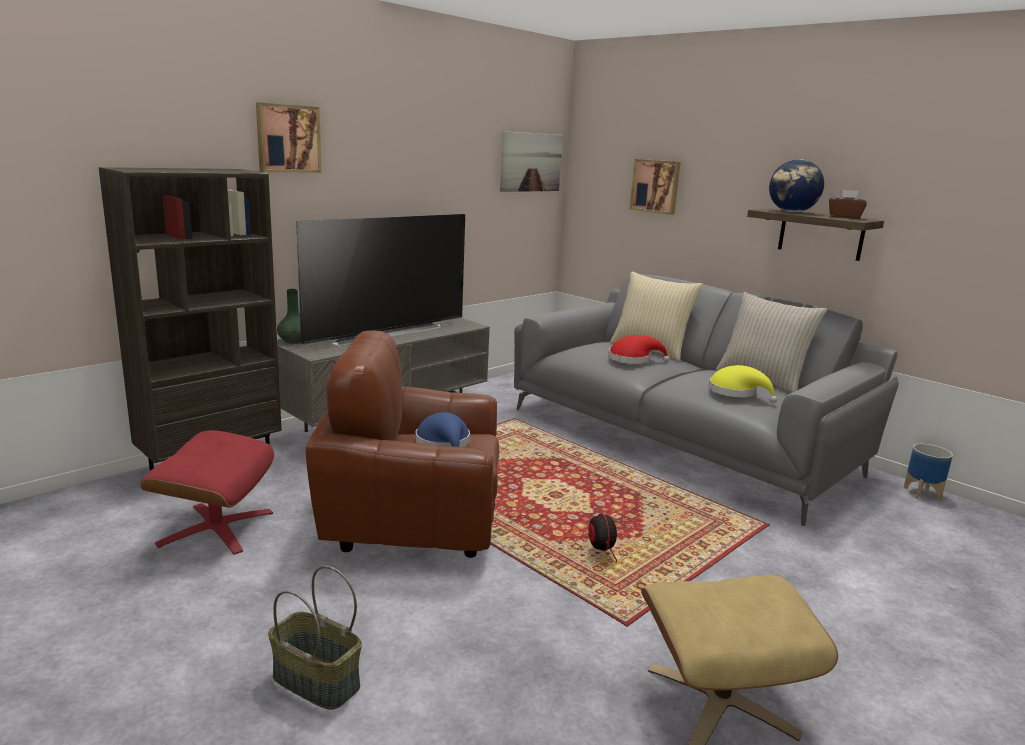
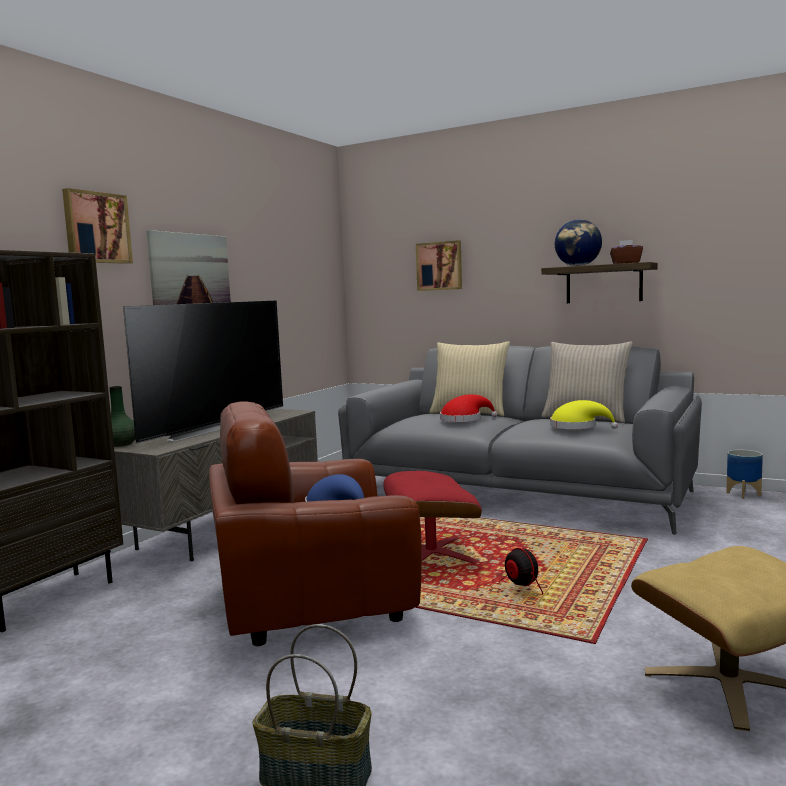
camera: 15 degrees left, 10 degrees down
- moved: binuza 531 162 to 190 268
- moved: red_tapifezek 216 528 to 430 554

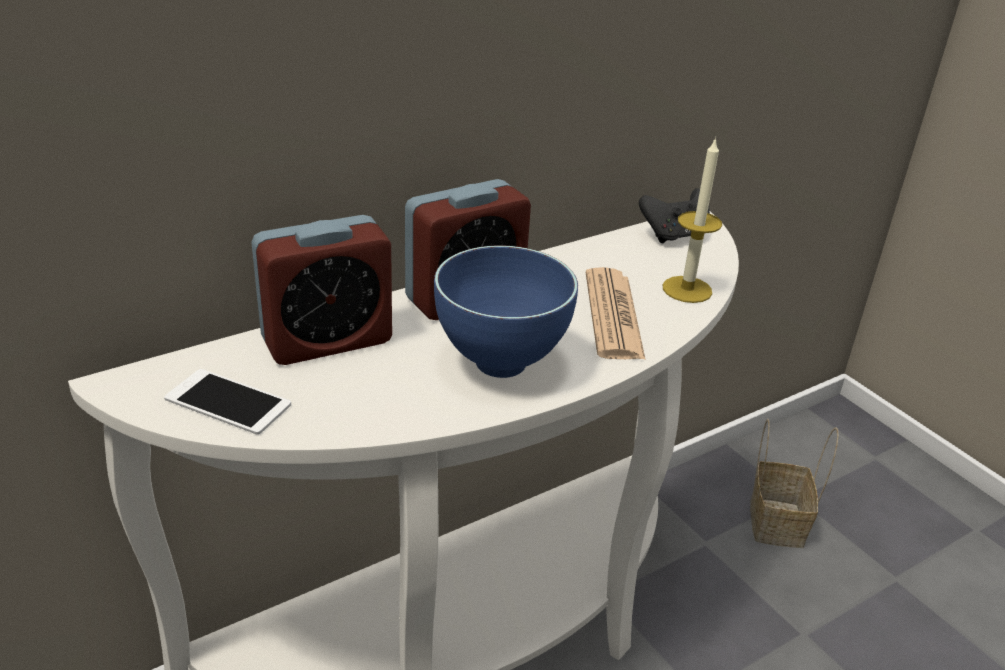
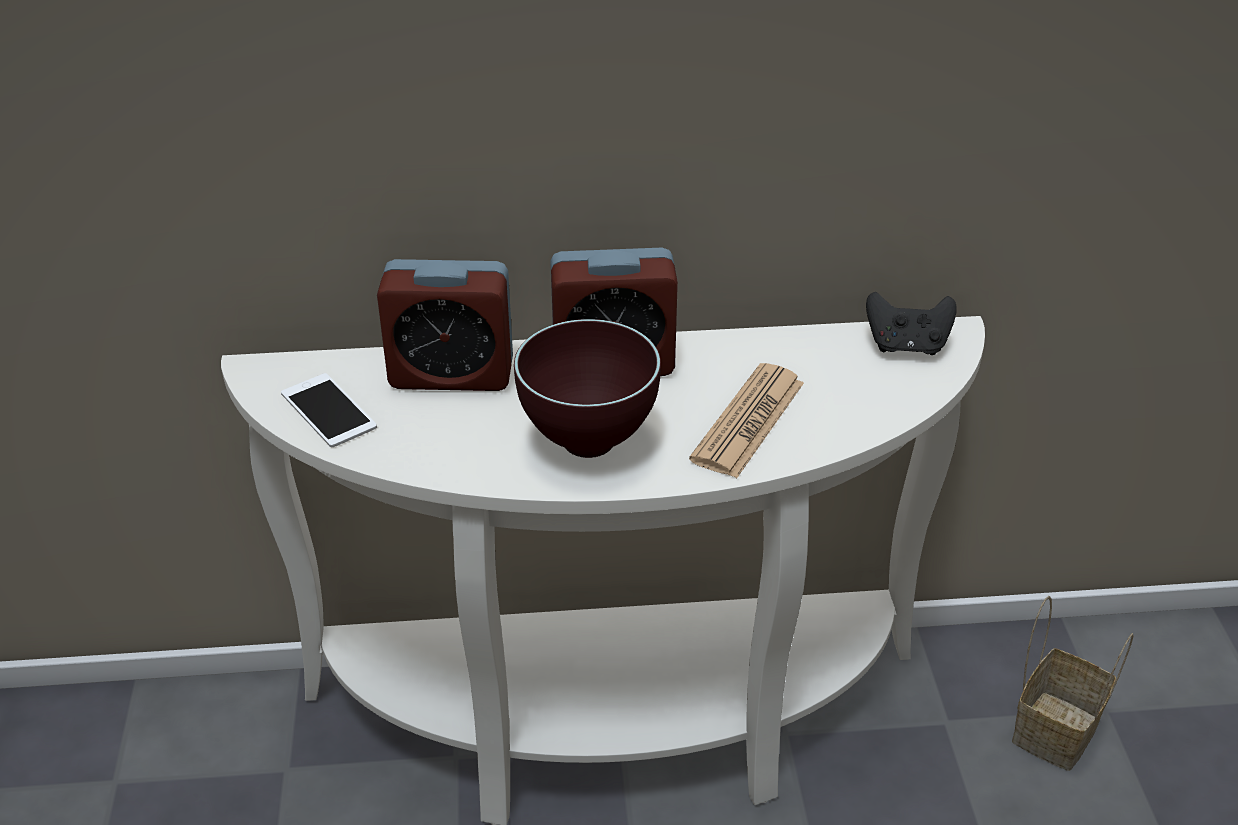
camera: 30 degrees right, 5 degrees up
- recoloured: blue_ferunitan 502 367 to brown_ferunitan 588 445
- removed: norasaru 687 289

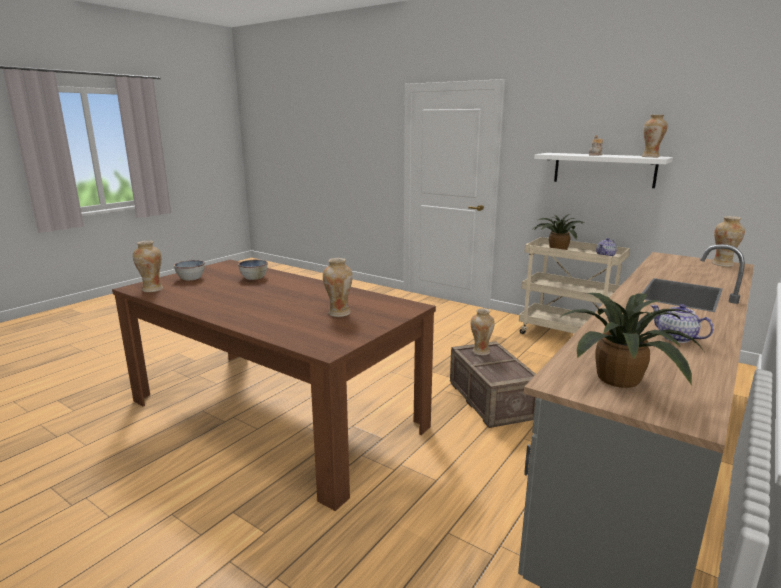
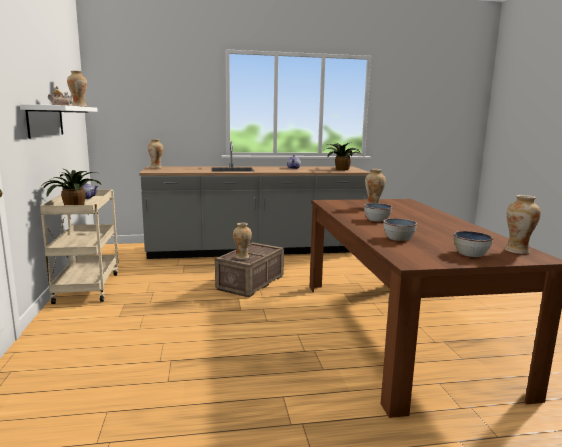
camera: 135 degrees left, 5 degrees down
- added: ferunitan 377 220

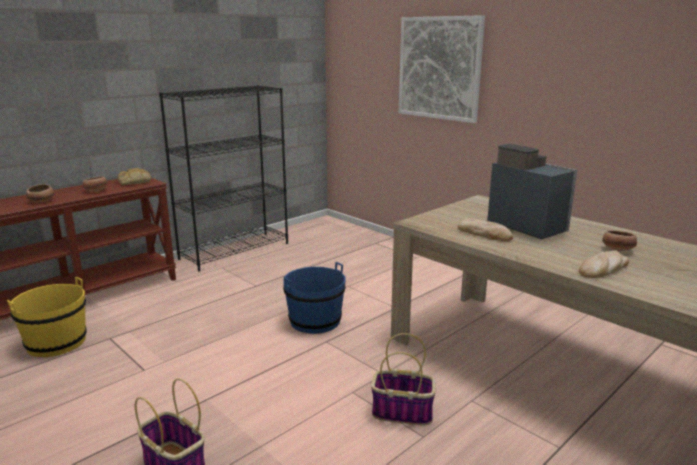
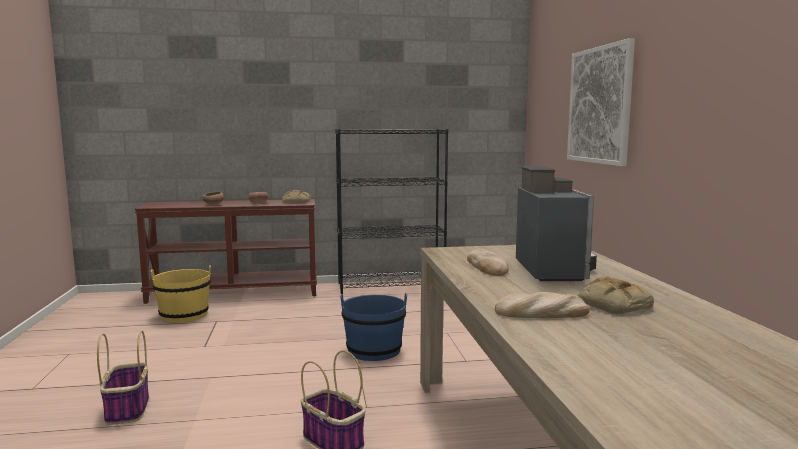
camera: 35 degrees right, 10 degrees down
- replaced: ferunitan 617 250 to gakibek 612 304

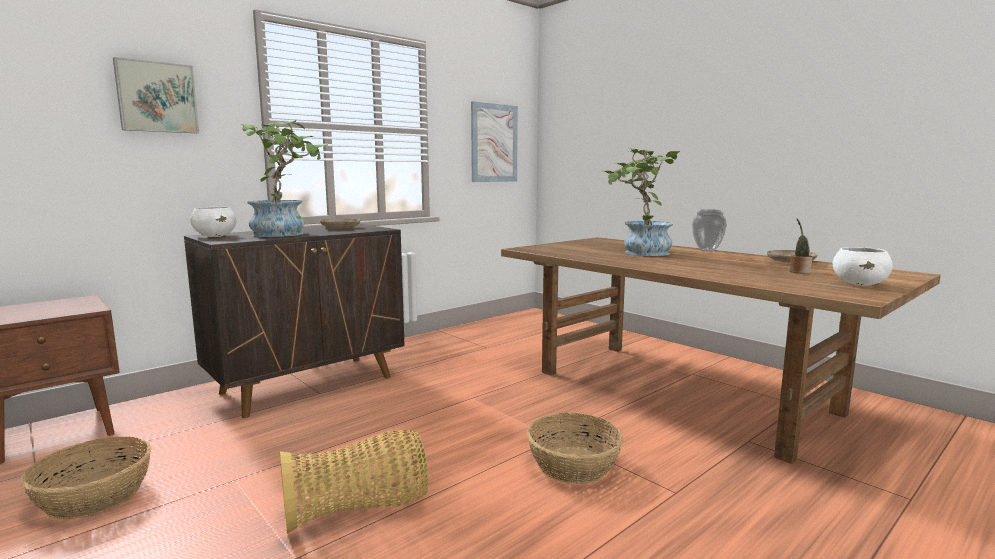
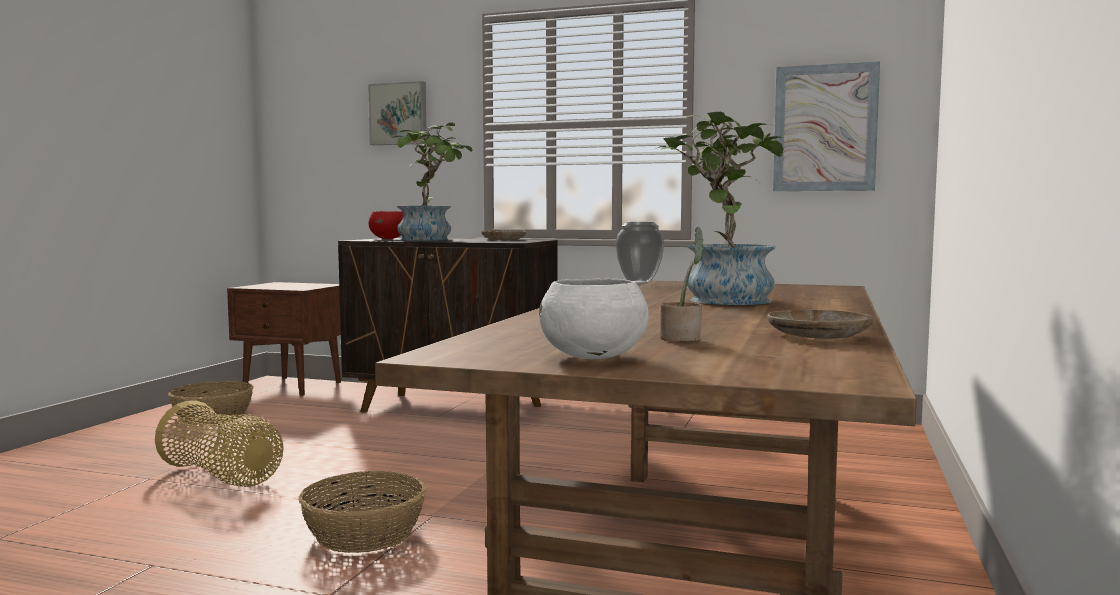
camera: 60 degrees right, 5 degrees down
- recoloured: white_ferunitan 215 236 to red_ferunitan 388 238
- moved: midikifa 707 250 to 639 282

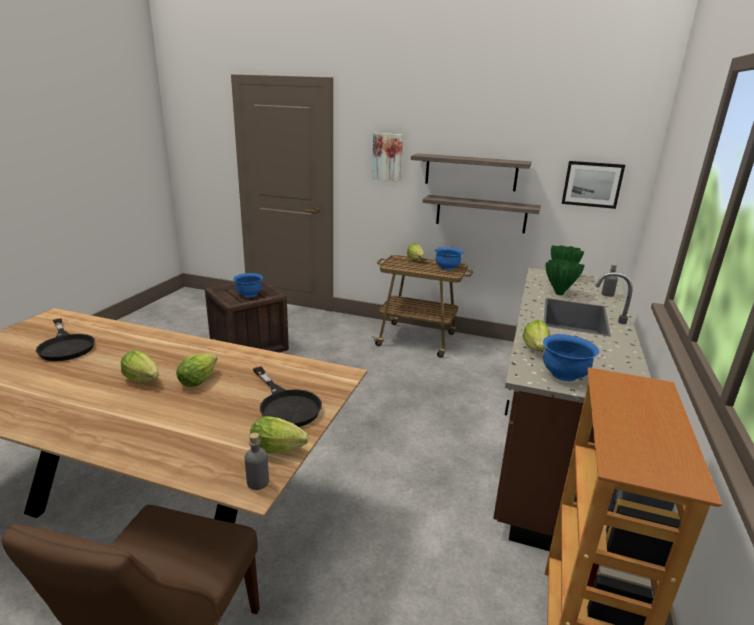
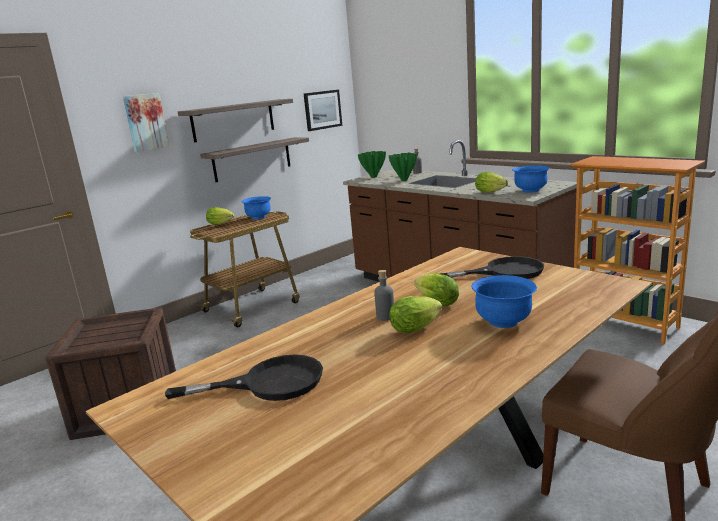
camera: 60 degrees left, 5 degrees down
- moved: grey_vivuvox 258 482 to 385 317
- moved: blue_ferunitan 249 295 to 503 322
- removed: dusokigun 280 449

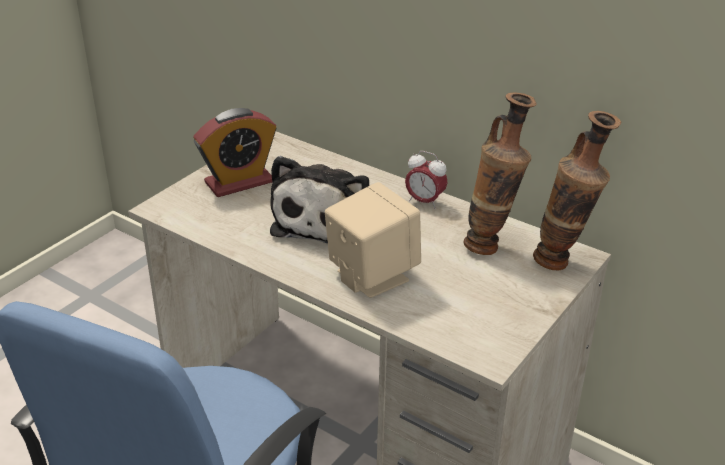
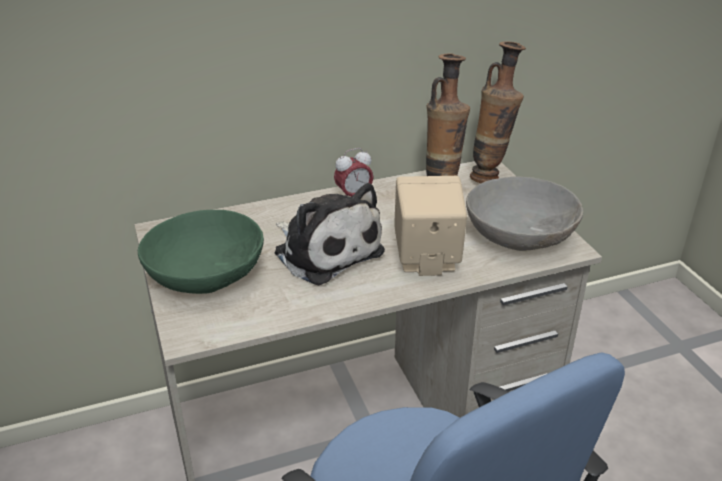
camera: 55 degrees left, 0 degrees up
- replaced: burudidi 239 182 to green_ferunitan 206 273
- added: grey_ferunitan 520 234

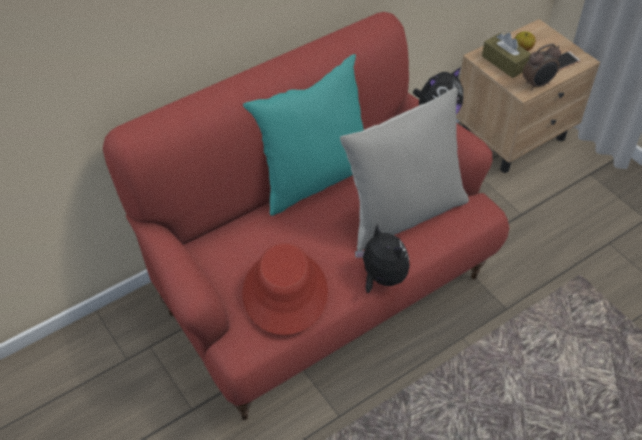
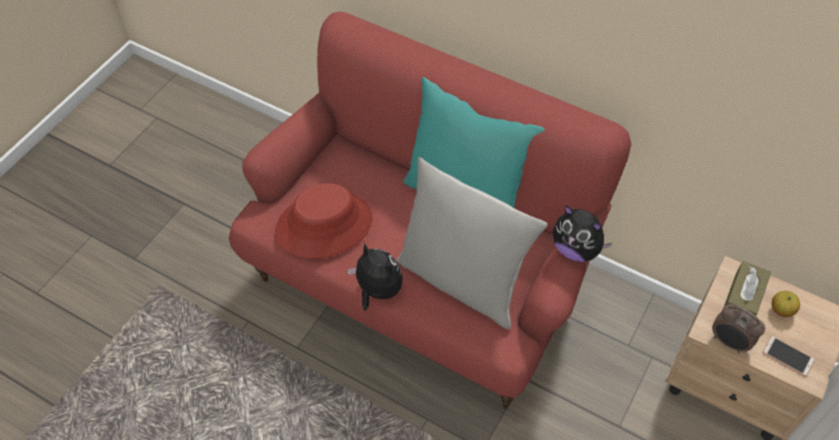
camera: 65 degrees right, 5 degrees up
- turned: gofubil 381 278 = 377 291 75 degrees counterclockwise

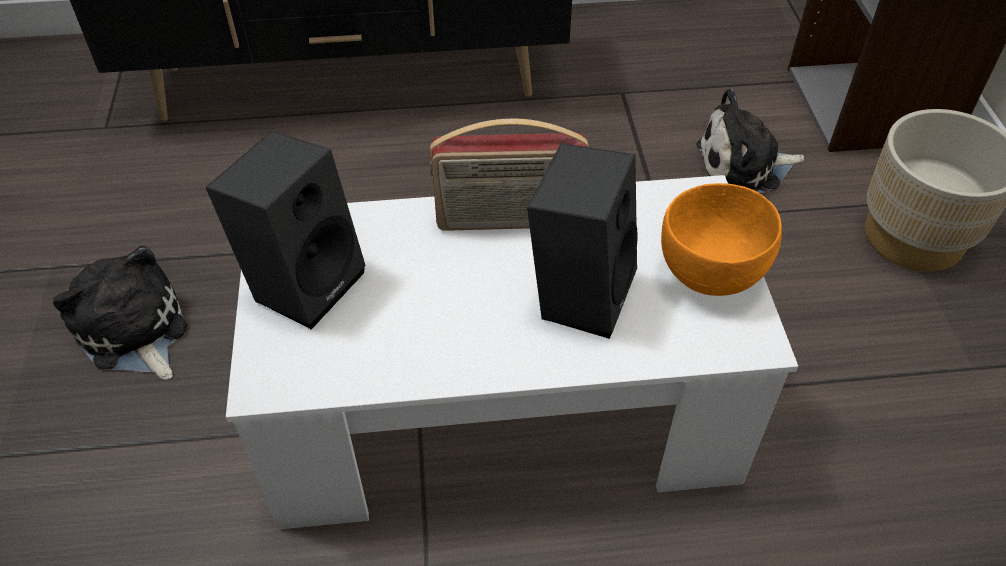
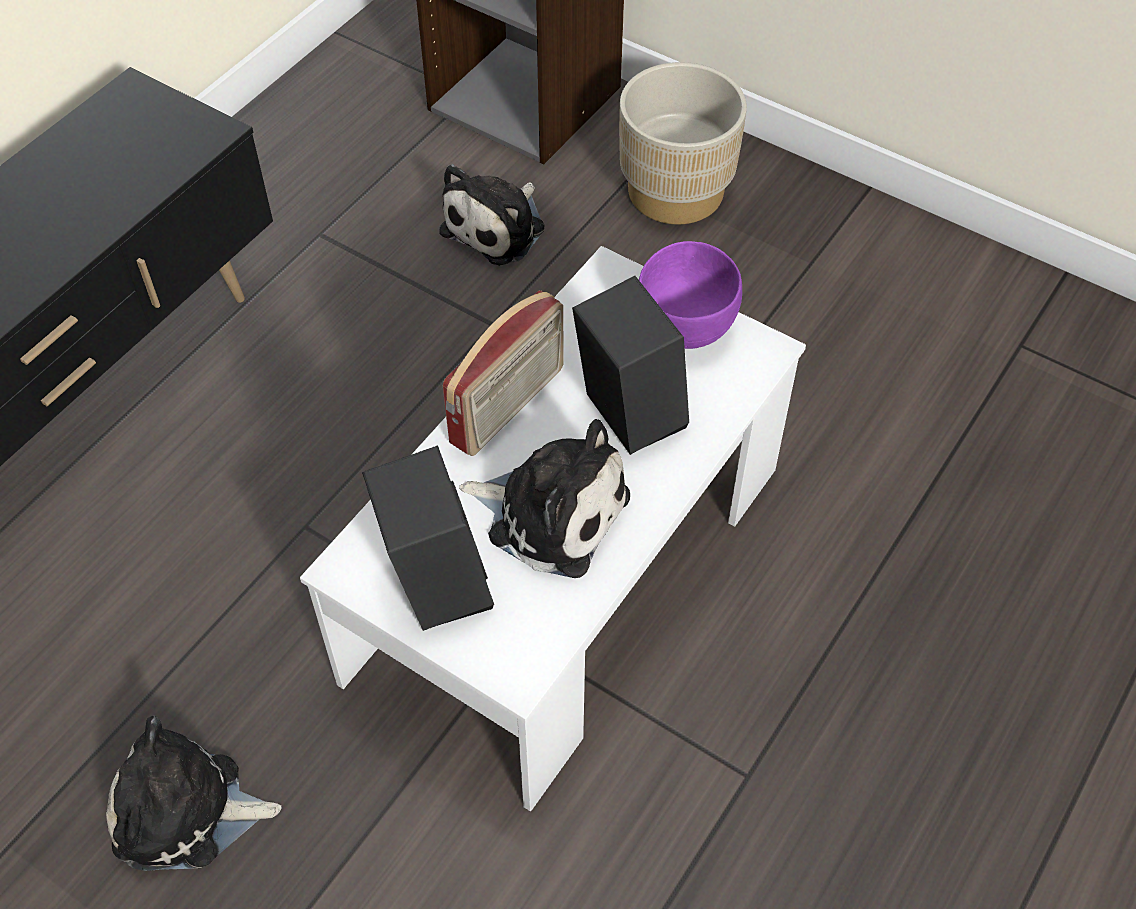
camera: 50 degrees left, 5 degrees up
- added: gofubil 551 512
- recoloured: orange_ferunitan 711 274 to purple_ferunitan 686 327

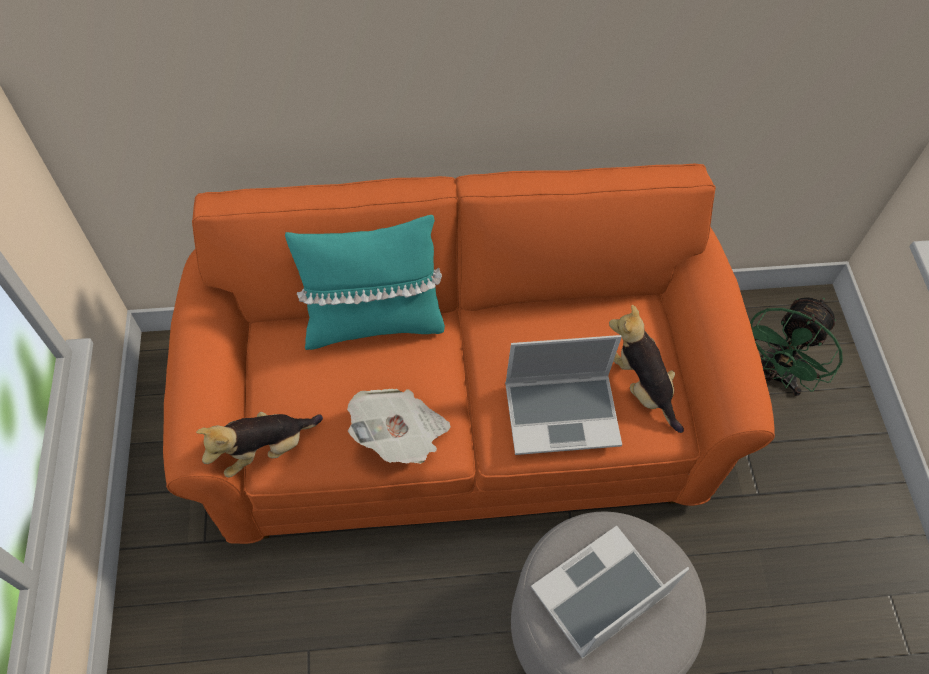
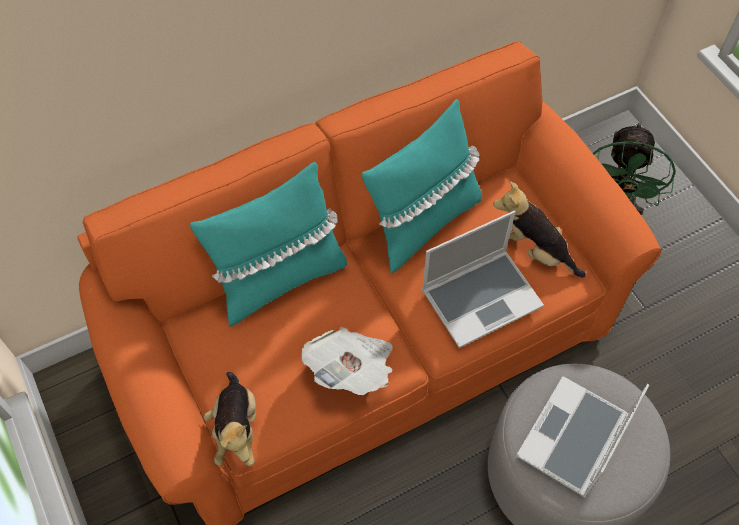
camera: 20 degrees left, 0 degrees up
- turned: gofubil 265 449 = 237 429 45 degrees counterclockwise
- added: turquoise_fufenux 422 223

